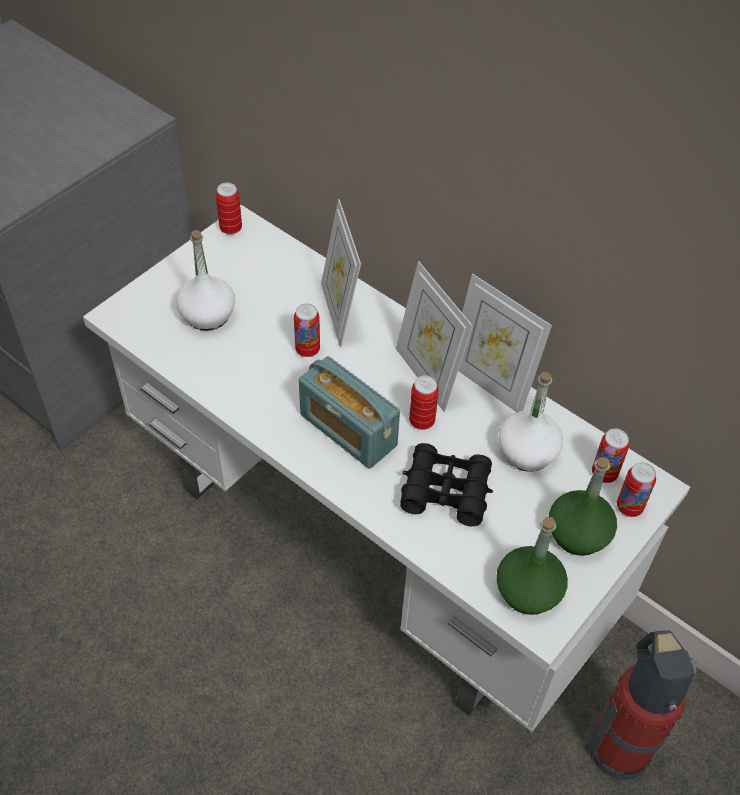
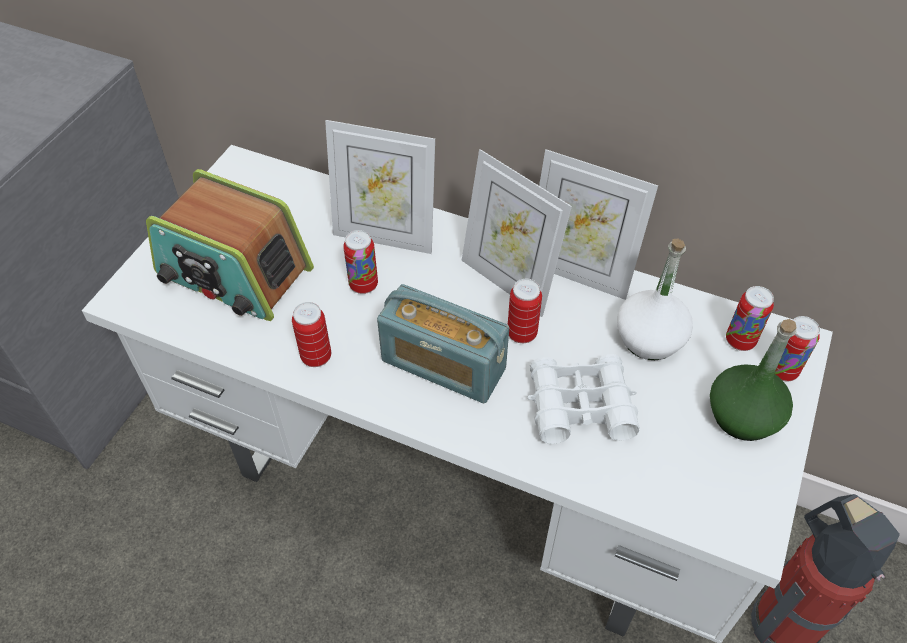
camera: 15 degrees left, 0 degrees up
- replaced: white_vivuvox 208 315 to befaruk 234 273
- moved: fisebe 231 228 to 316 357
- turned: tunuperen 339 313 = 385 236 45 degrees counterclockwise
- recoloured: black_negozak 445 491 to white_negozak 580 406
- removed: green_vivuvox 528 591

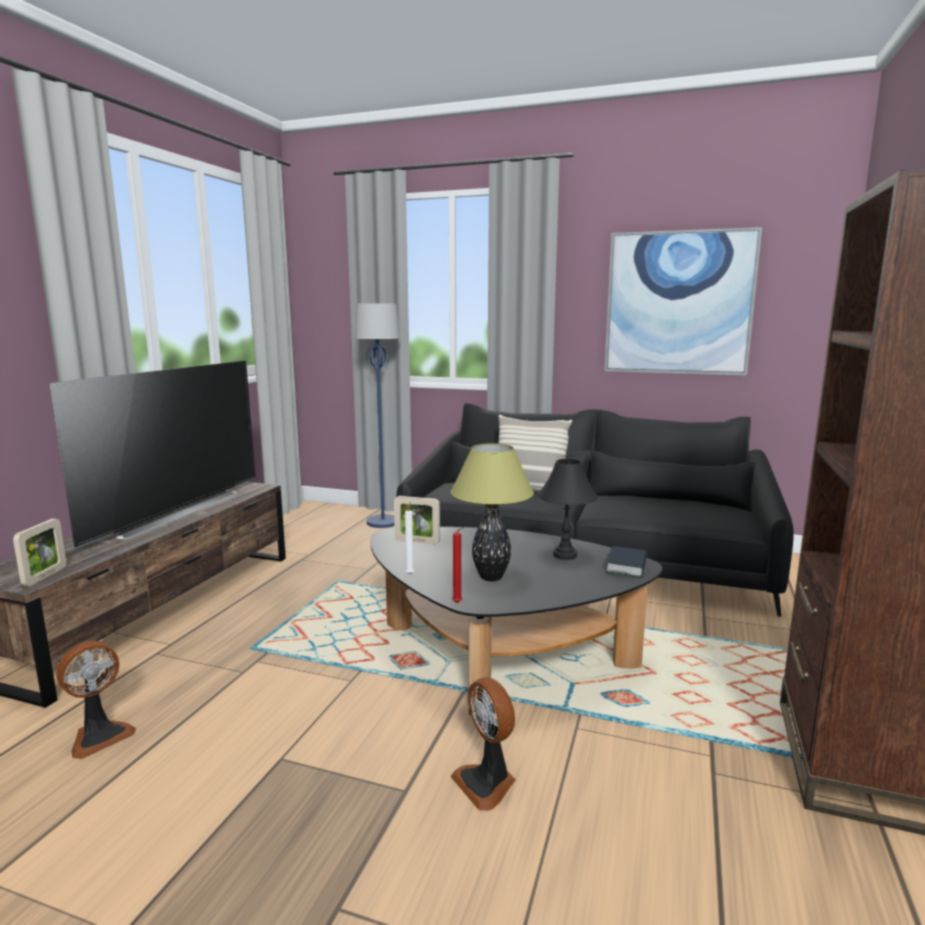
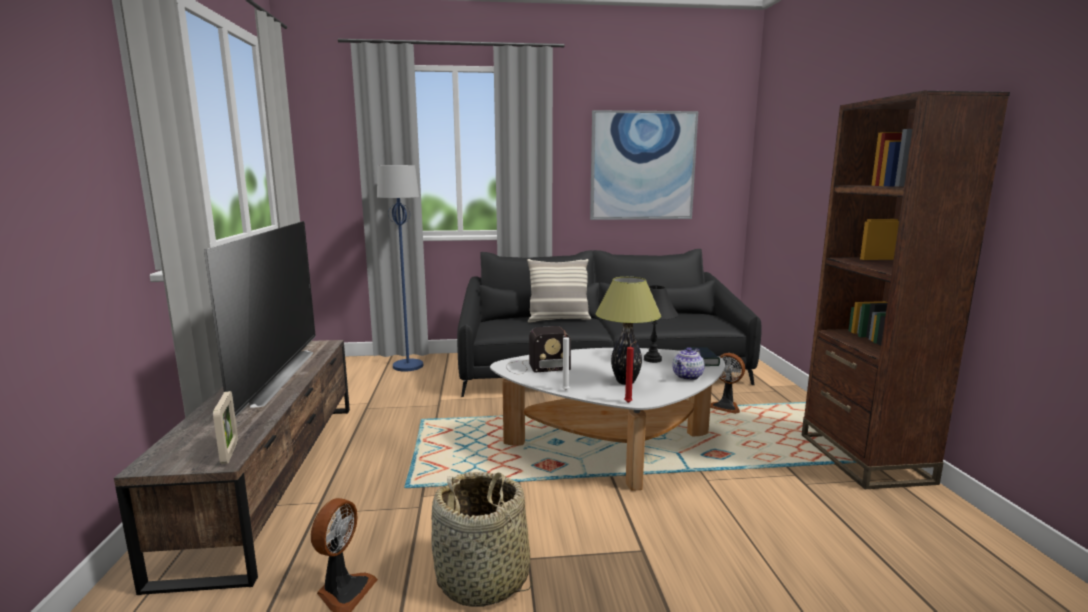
camera: 25 degrees left, 0 degrees up
- added: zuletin 483 580
- recoloured: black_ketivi 499 659 to white_ketivi 612 449
- replaced: tunuperen 417 541 to befaruk 535 367
- added: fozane 687 377
- moved: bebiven 487 783 to 726 407

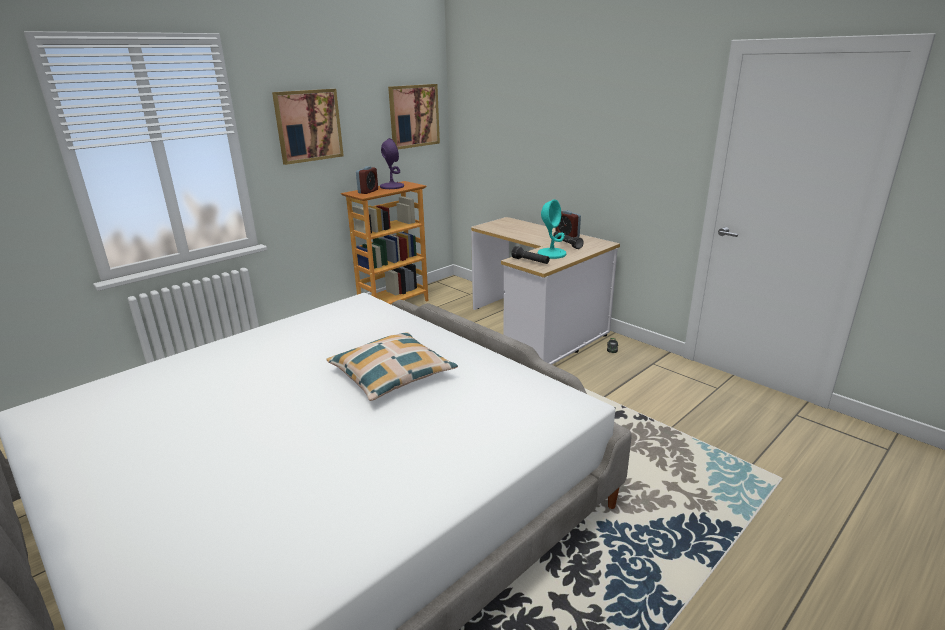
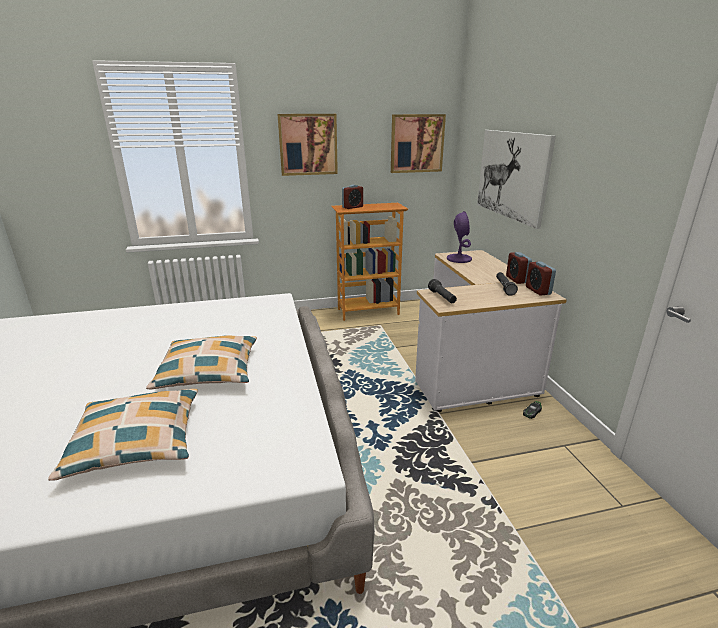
camera: 30 degrees right, 0 degrees up
- added: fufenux 136 441
- moved: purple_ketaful 392 186 to 459 259
- added: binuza 512 175
- added: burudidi 538 290
- removed: turquoise_ketaful 551 254

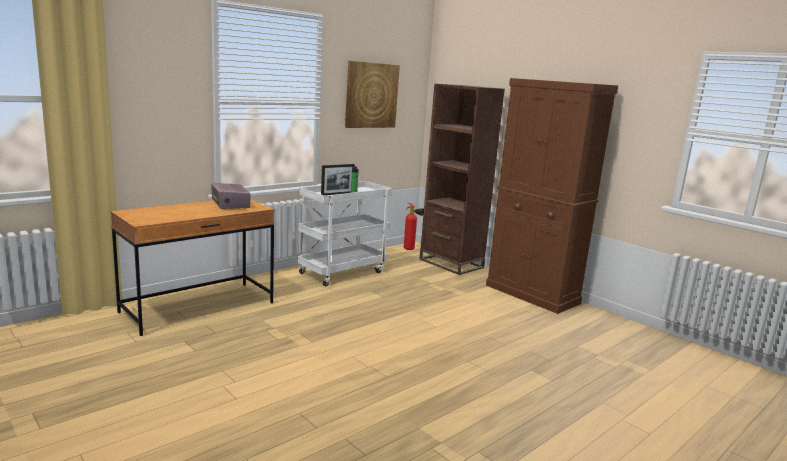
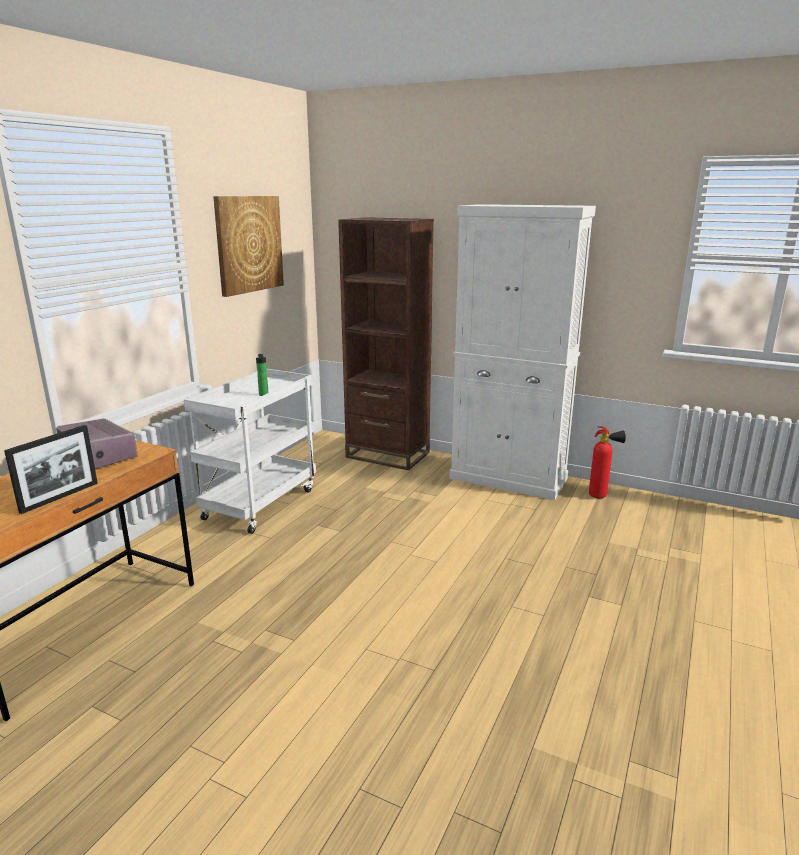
camera: 20 degrees left, 5 degrees up
- moved: tunuperen 337 194 to 60 497
- recoloured: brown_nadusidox 532 294 to white_nadusidox 508 478
- moved: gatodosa 411 250 to 601 496

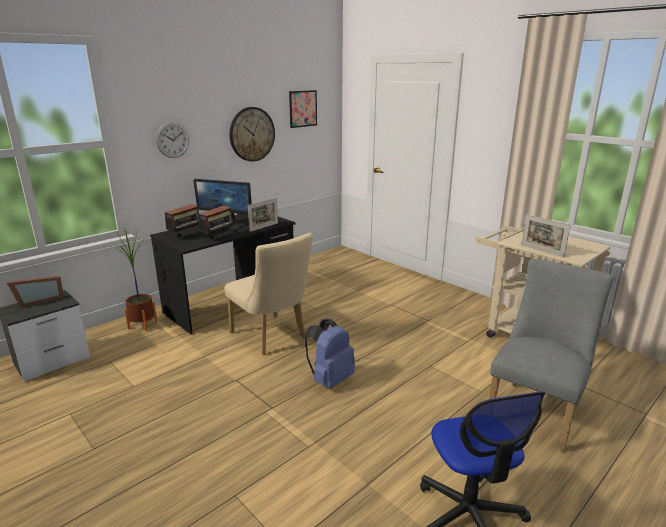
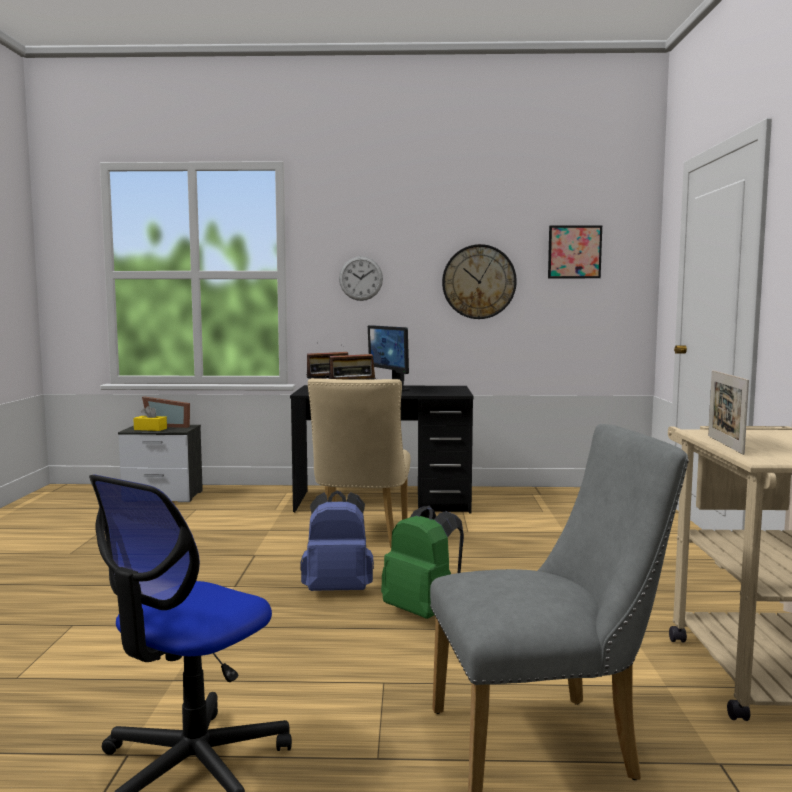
camera: 45 degrees right, 15 degrees down
- added: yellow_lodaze 150 429
- added: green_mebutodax 424 612
- removed: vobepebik 142 325
- removed: tunuperen 264 227

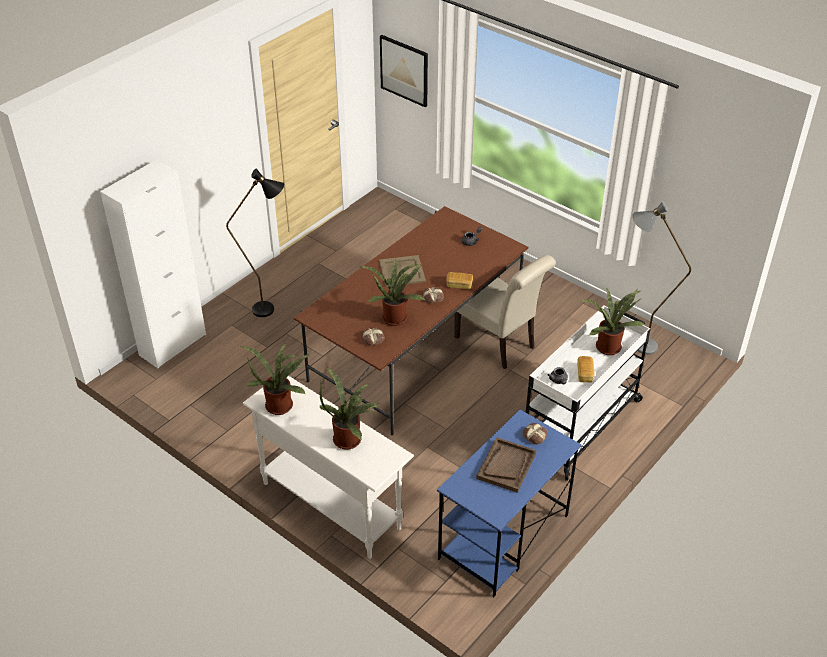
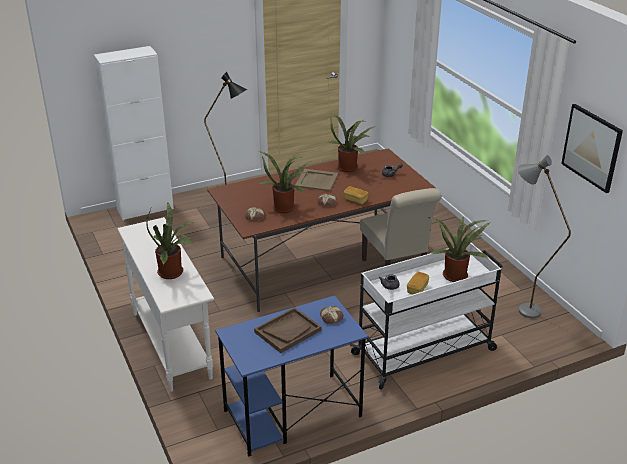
camera: 25 degrees right, 10 degrees down
- moved: vobepebik 281 404 to 349 167
- moved: binuza 404 70 to 591 147

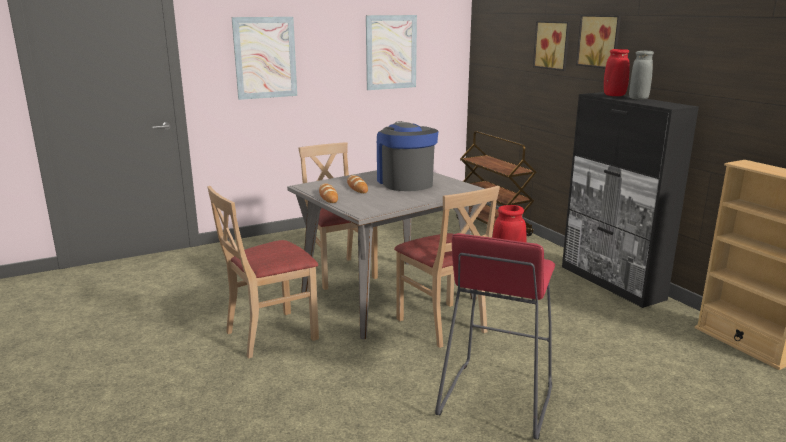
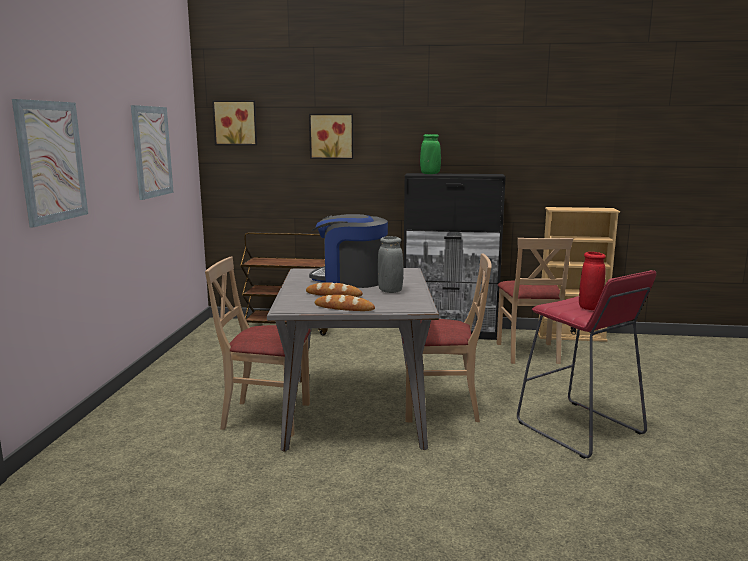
camera: 55 degrees left, 5 degrees down
- moved: binuza 600 41 to 235 123
- moved: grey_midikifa 638 99 to 390 291
- recoloured: red_midikifa 614 95 to green_midikifa 430 174
- moved: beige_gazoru 271 334 to 528 353

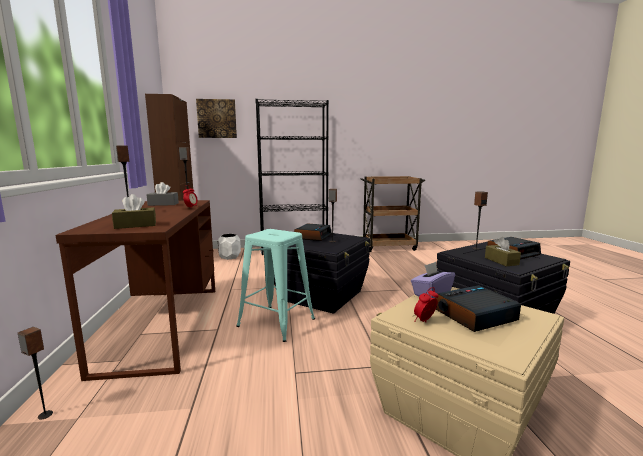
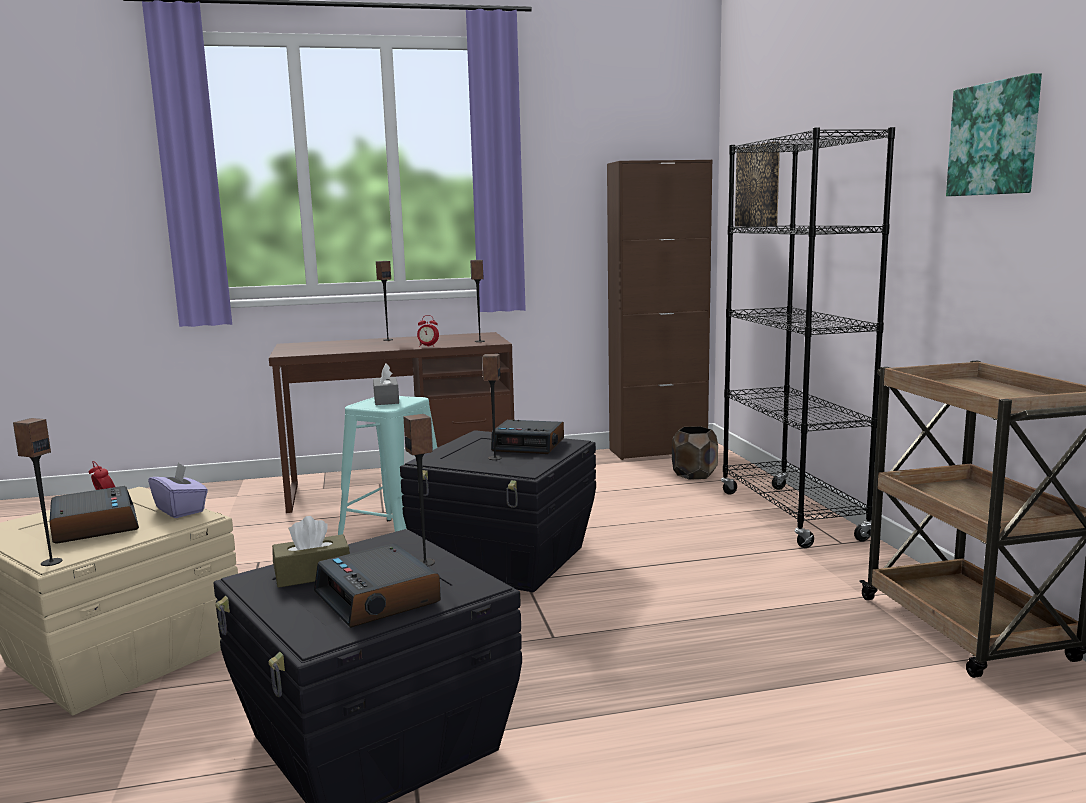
camera: 85 degrees right, 0 degrees up
- moved: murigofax 45 415 to 51 562
- moved: grey_lodaze 163 204 to 386 400
- recoloured: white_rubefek 229 257 to brown_rubefek 694 474
- added: binuza 995 139
- removed: brown_lodaze 135 225

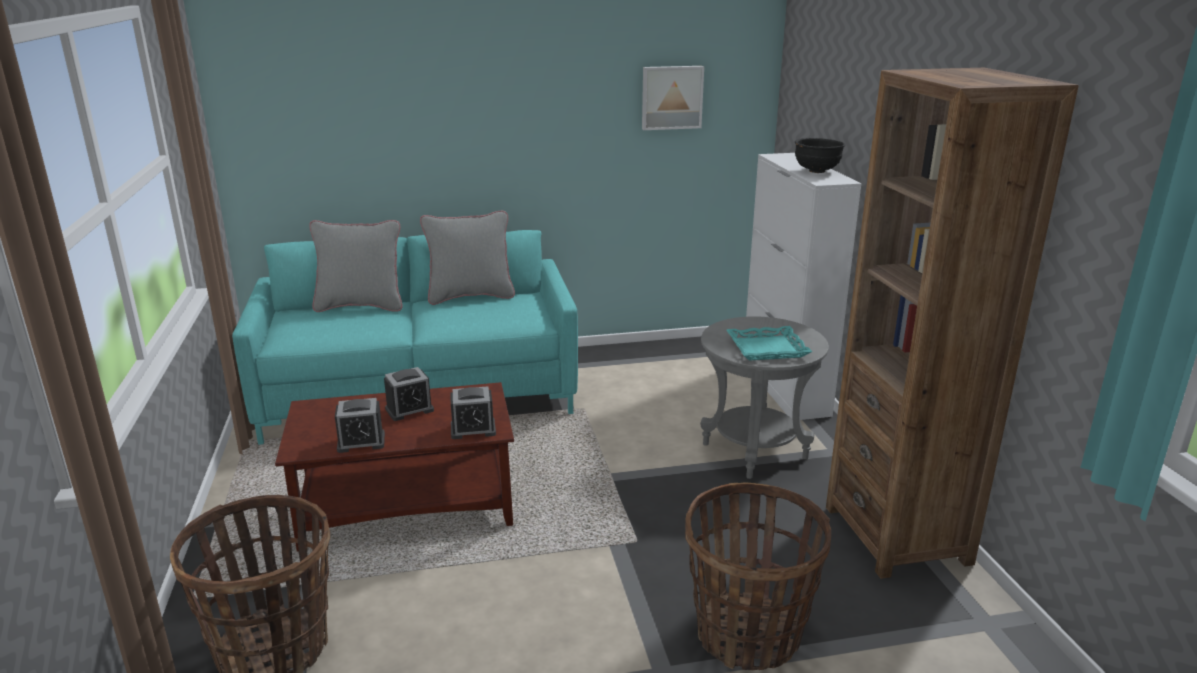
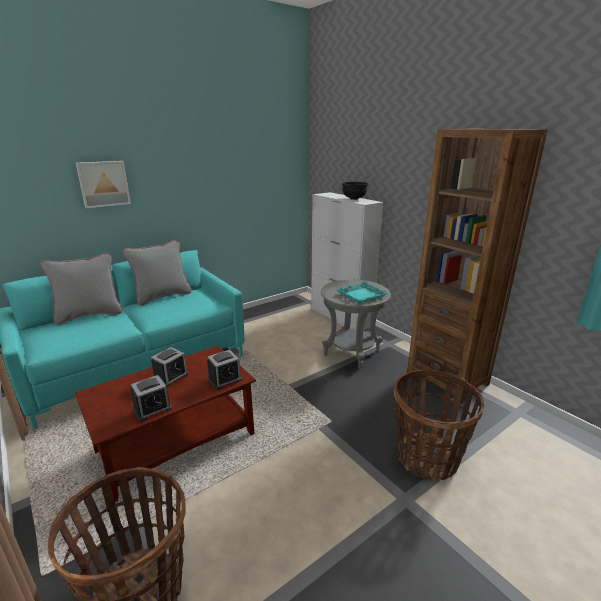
camera: 25 degrees left, 0 degrees up
- moved: binuza 671 97 to 103 183

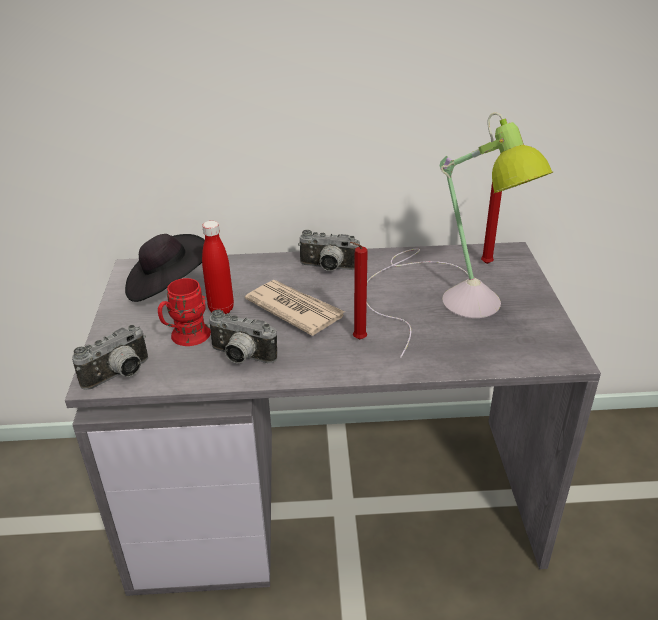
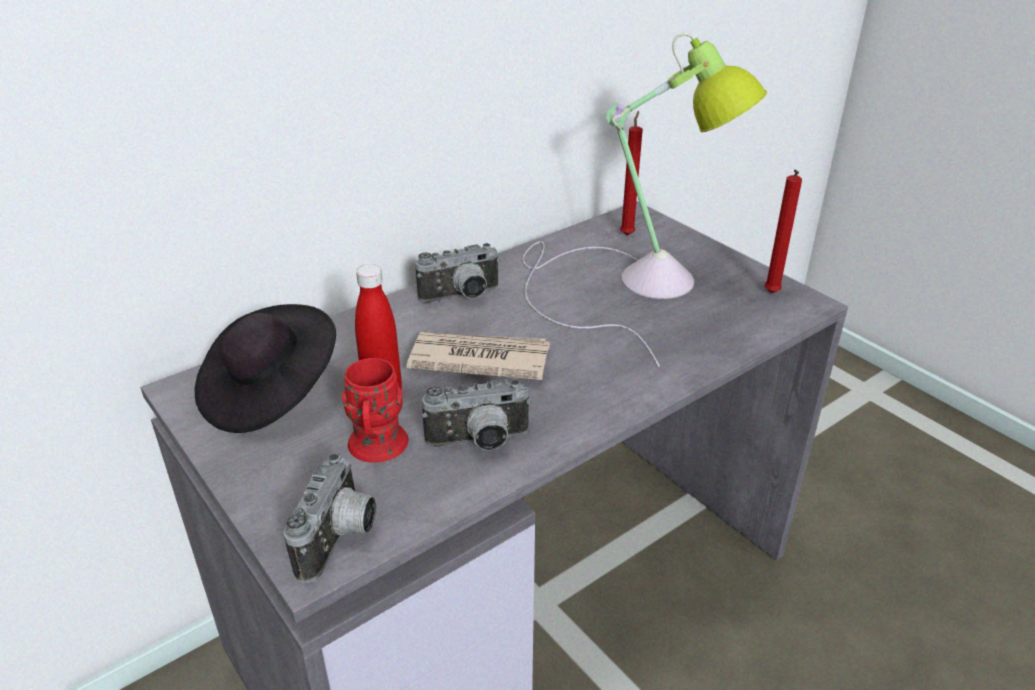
camera: 35 degrees left, 0 degrees up
- moved: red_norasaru 357 340 to 770 294

